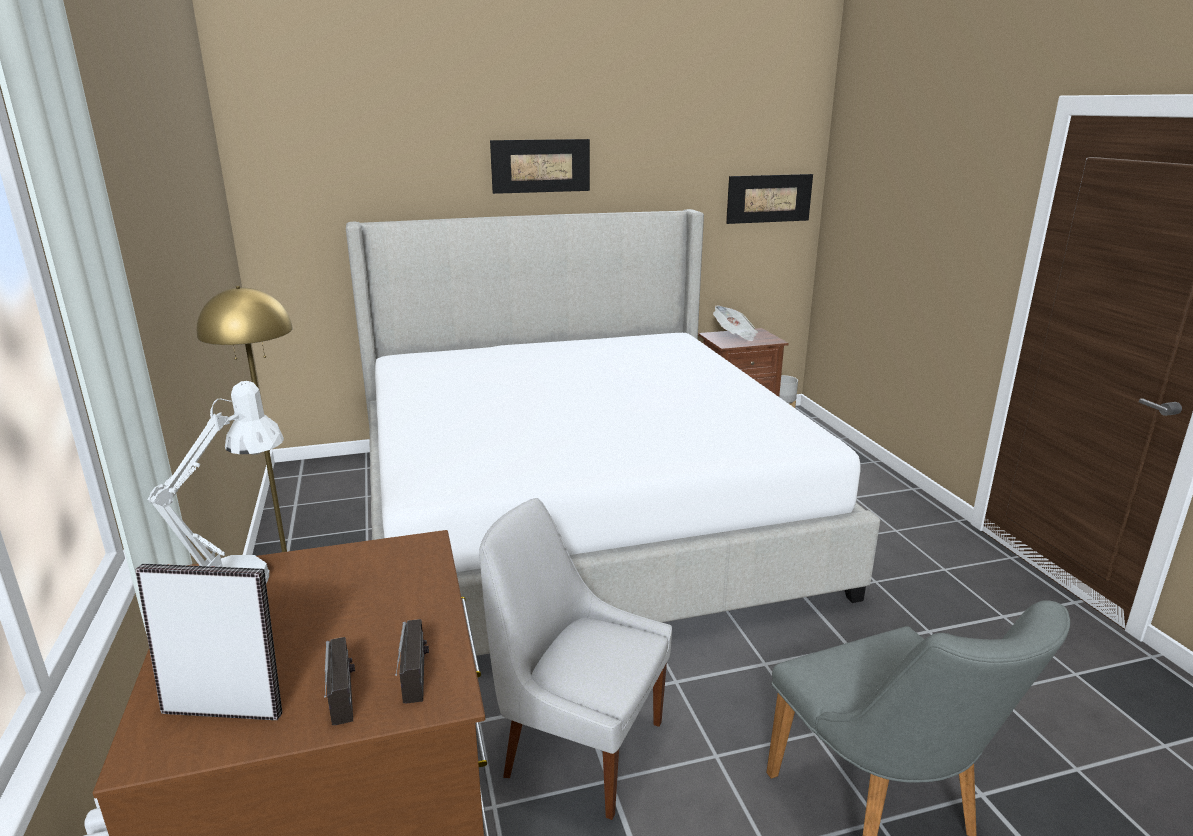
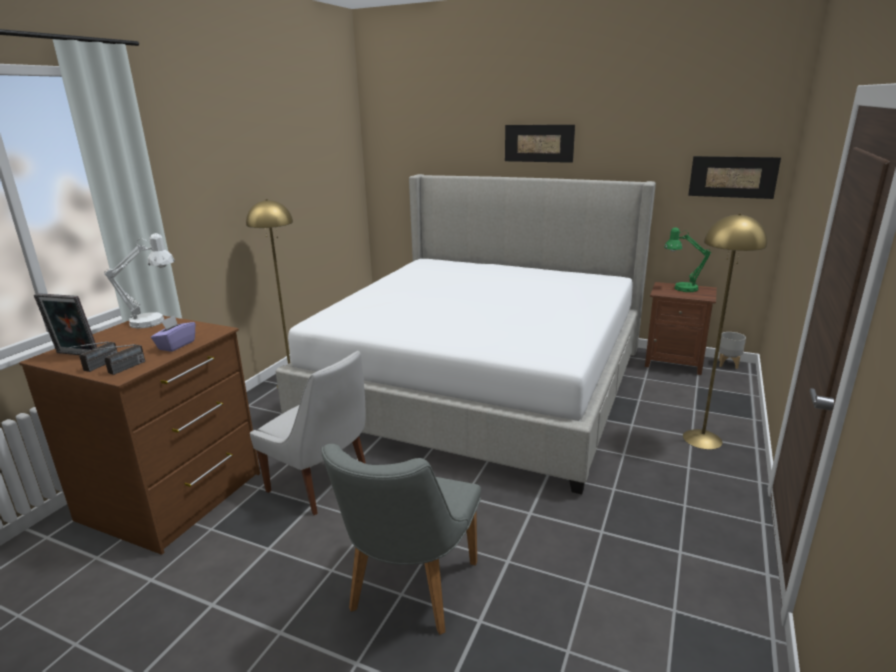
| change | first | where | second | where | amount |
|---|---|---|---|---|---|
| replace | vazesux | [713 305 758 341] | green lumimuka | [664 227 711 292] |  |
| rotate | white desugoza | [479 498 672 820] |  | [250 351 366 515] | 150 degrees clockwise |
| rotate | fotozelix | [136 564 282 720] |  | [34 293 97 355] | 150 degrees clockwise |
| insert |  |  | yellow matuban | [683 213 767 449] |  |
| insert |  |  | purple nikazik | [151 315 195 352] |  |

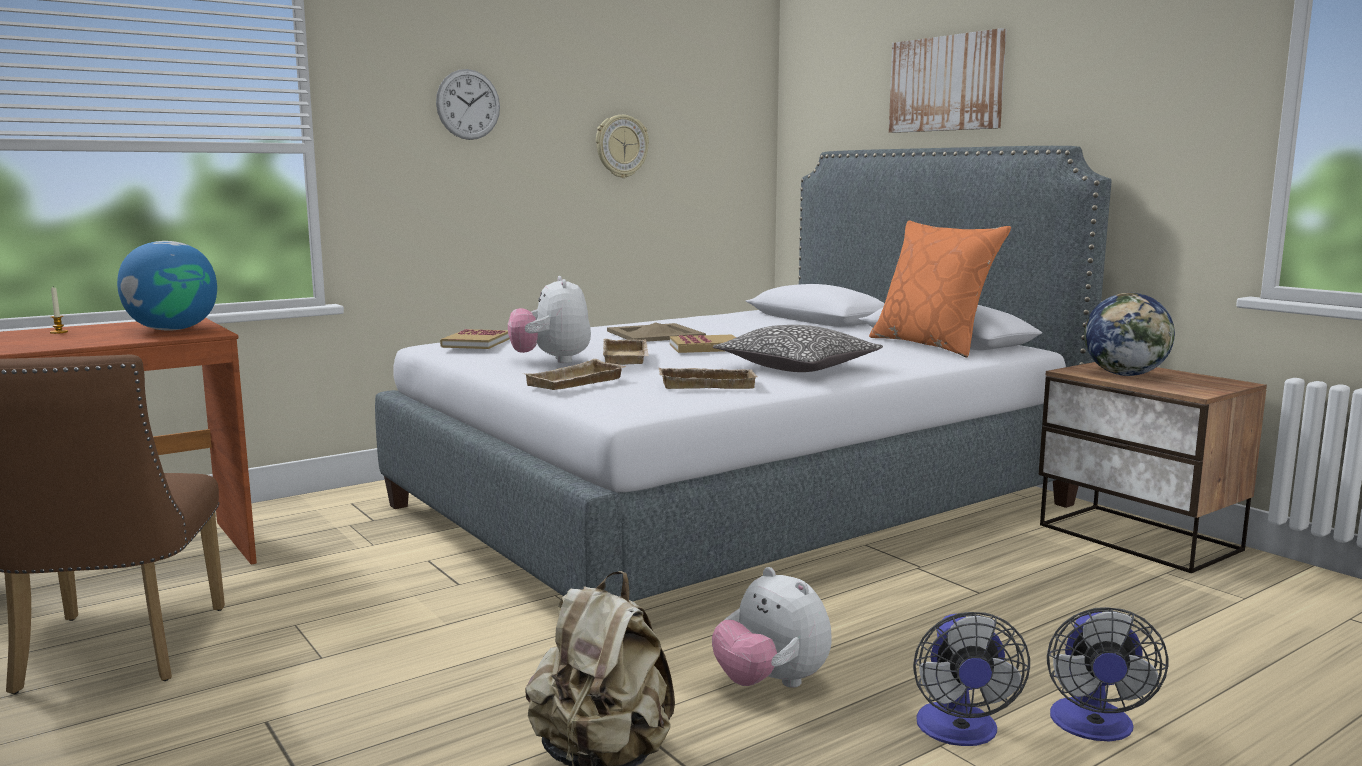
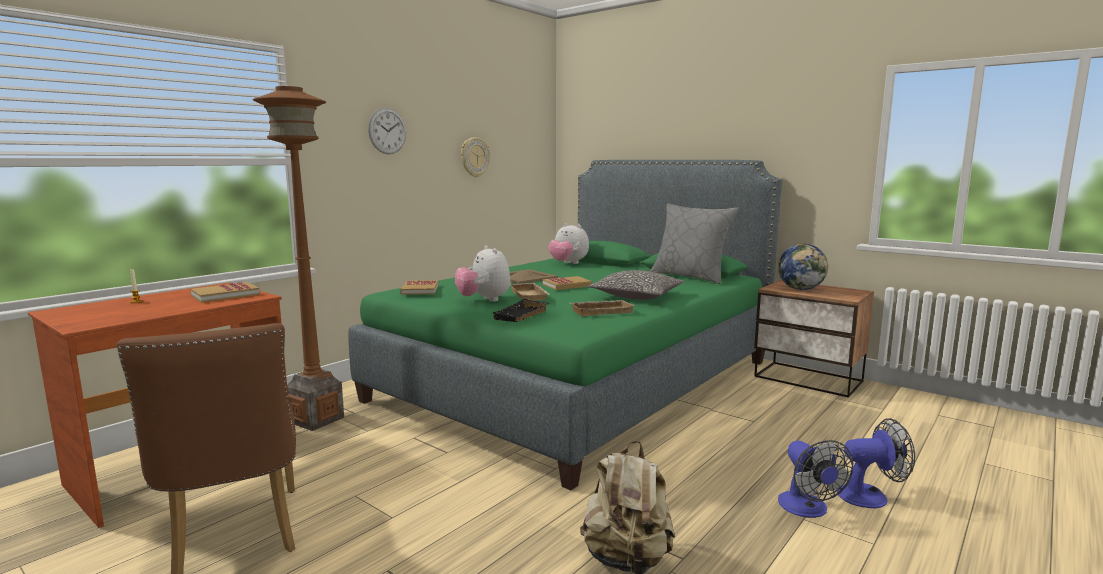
| change | first | where | second | where | amount |
|---|---|---|---|---|---|
| delete | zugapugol | [889 28 1007 133] |  |  |  |
| recolor | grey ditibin | [375 146 1111 601] | green ditibin | [348 160 782 490] |  |
| recolor | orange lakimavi | [869 220 1011 357] | grey lakimavi | [650 203 739 284] |  |
| replace | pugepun | [117 241 217 331] | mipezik | [191 282 260 302] |  |
| recolor | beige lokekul | [525 359 626 390] | black lokekul | [491 299 549 322] |  |
| move | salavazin | [712 567 832 688] |  | [548 223 589 264] |  |
| rotate | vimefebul | [1047 607 1169 741] |  | [837 418 915 508] | 90 degrees counterclockwise |
| insert |  |  | brown matuban | [253 86 344 431] |  |

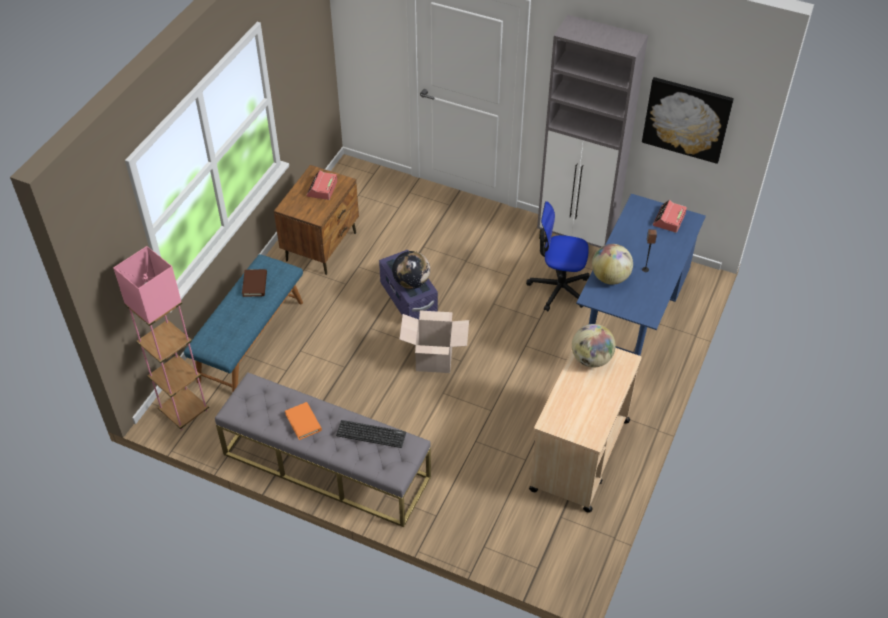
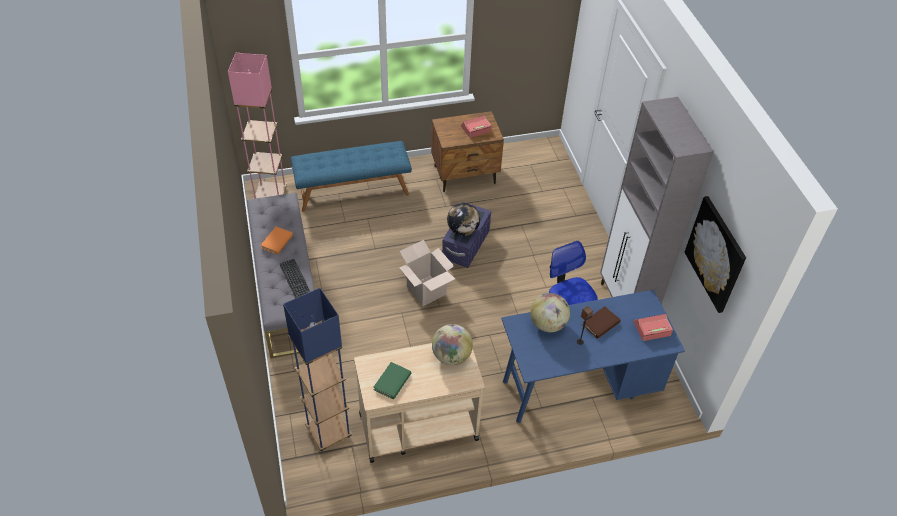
| change | first | where | second | where | amount |
|---|---|---|---|---|---|
| move | brown mipezik | [242 269 267 297] |  | [582 306 621 339] |  |
| insert |  |  | blue matuban | [283 288 352 451] |  |
| insert |  |  | green mipezik | [374 362 411 399] |  |

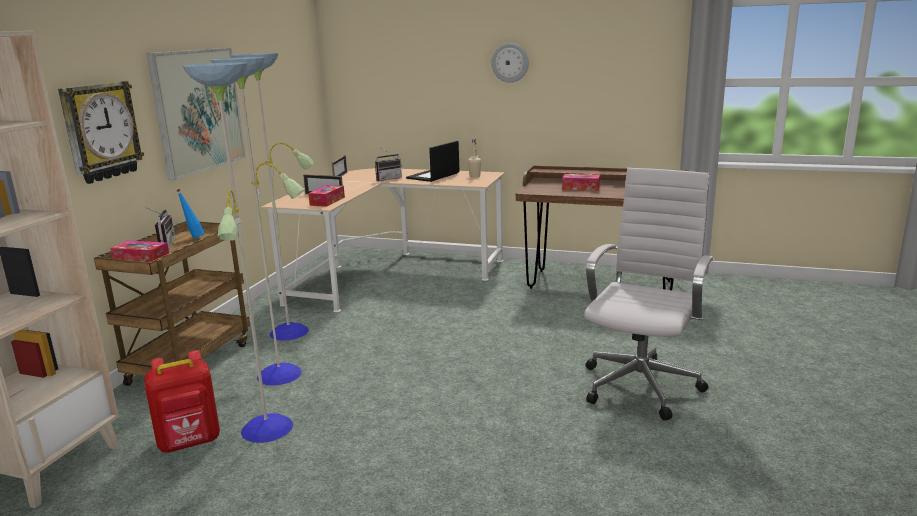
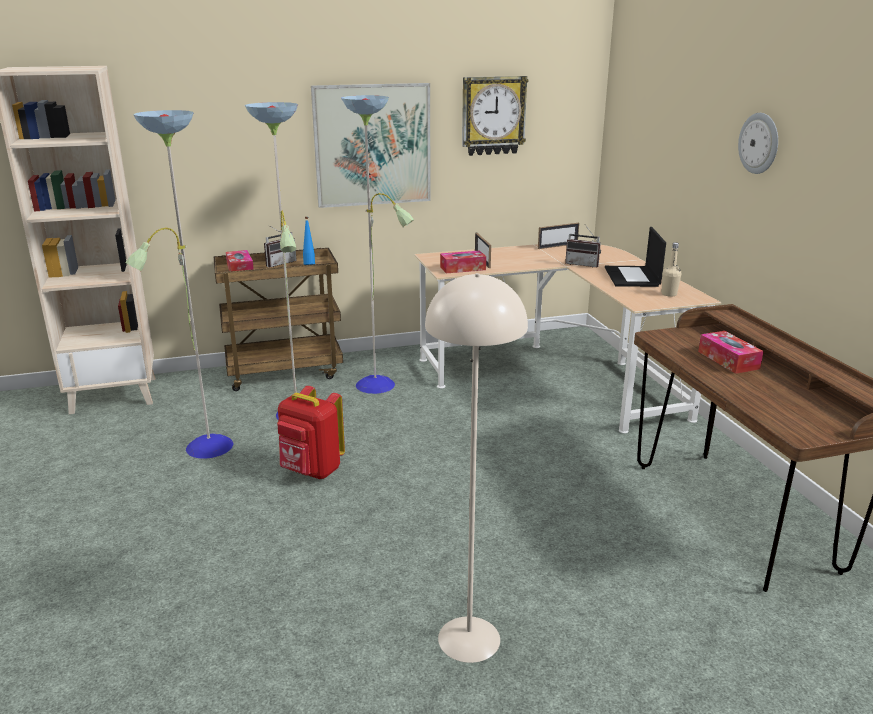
| change | first | where | second | where | amount |
|---|---|---|---|---|---|
| move | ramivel | [58 81 144 184] |  | [462 76 528 156] |  |
| rotate | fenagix | [406 141 459 182] |  | [605 227 666 287] | 90 degrees counterclockwise |
| replace | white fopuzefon | [584 168 714 421] | beige matuban | [425 273 528 663] |  |
| move | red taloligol | [144 350 220 453] |  | [277 386 345 479] |  |

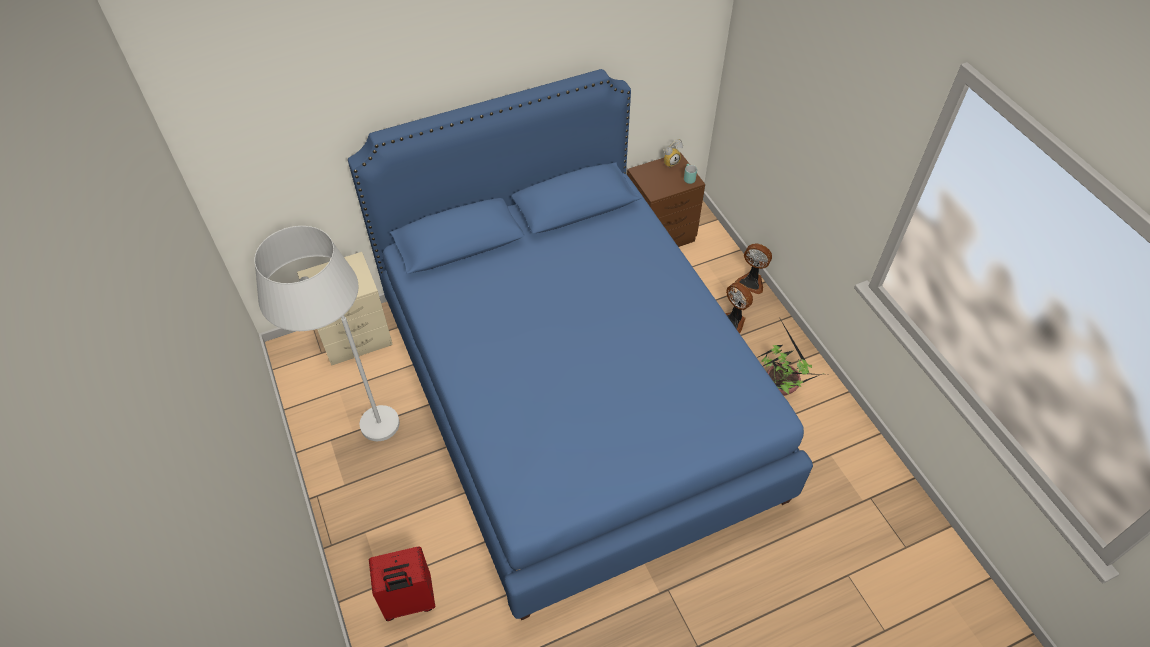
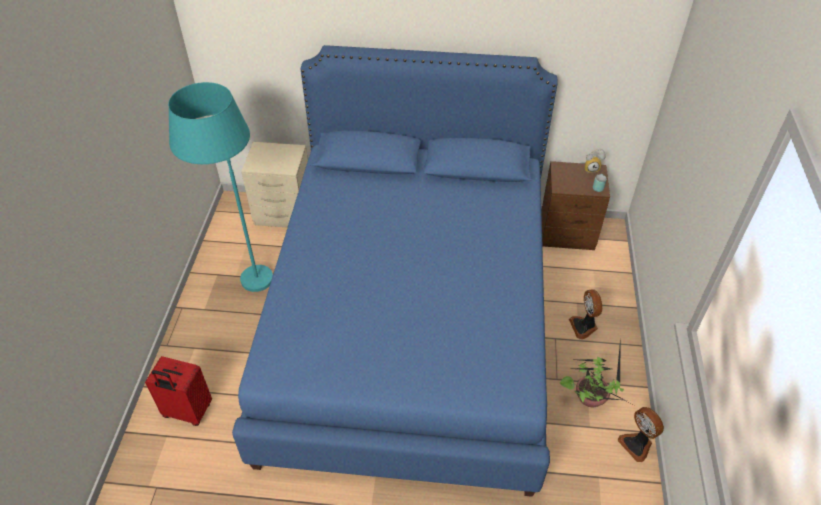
| change | first | where | second | where | amount |
|---|---|---|---|---|---|
| recolor | white matuban | [254 226 400 441] | turquoise matuban | [168 82 273 292] |  |
| move | vimefebul | [735 244 772 295] |  | [618 407 664 462] |  |

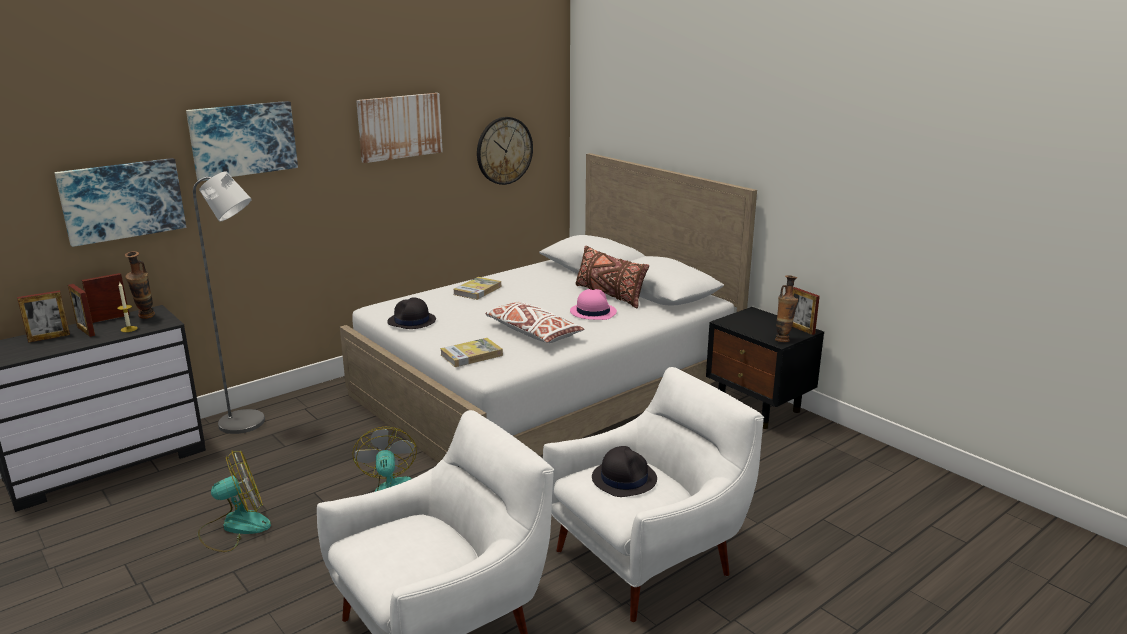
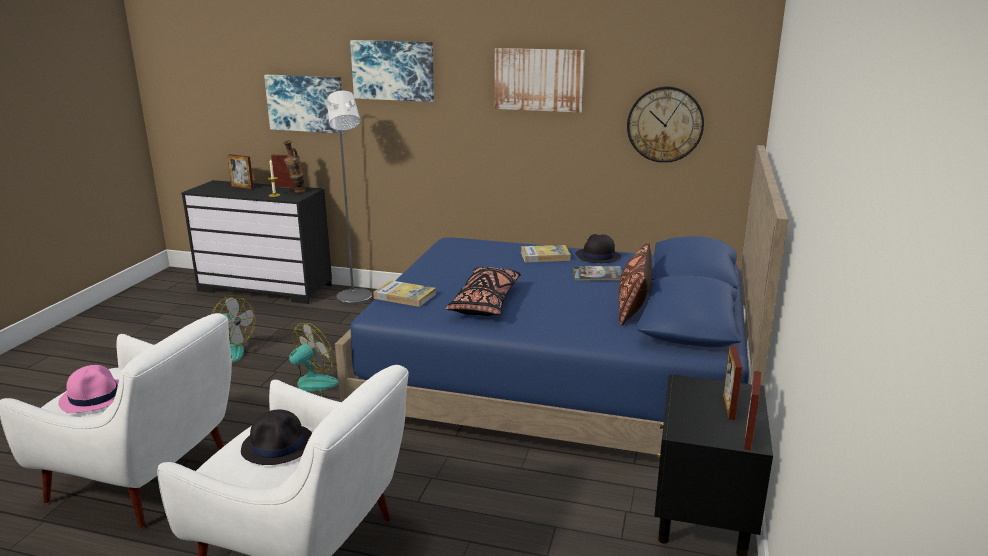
| change | first | where | second | where | amount |
|---|---|---|---|---|---|
| recolor | white ditibin | [340 153 757 463] | blue ditibin | [335 145 788 455] |  |
| delete | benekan | [775 275 798 342] |  |  |  |
| move | fotozelix | [68 284 95 337] |  | [723 346 743 420] |  |
| move | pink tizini | [570 289 617 320] |  | [58 365 119 413] |  |
| move | black tizini | [387 297 436 329] |  | [575 234 621 263] |  |
| recolor | white lakimavi | [485 301 584 343] | black lakimavi | [446 267 521 316] |  |
| insert |  |  | mipezik | [573 266 623 281] |  |

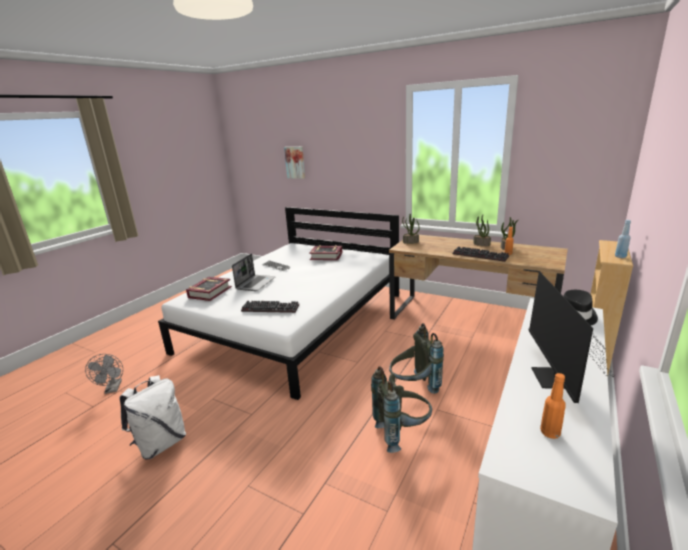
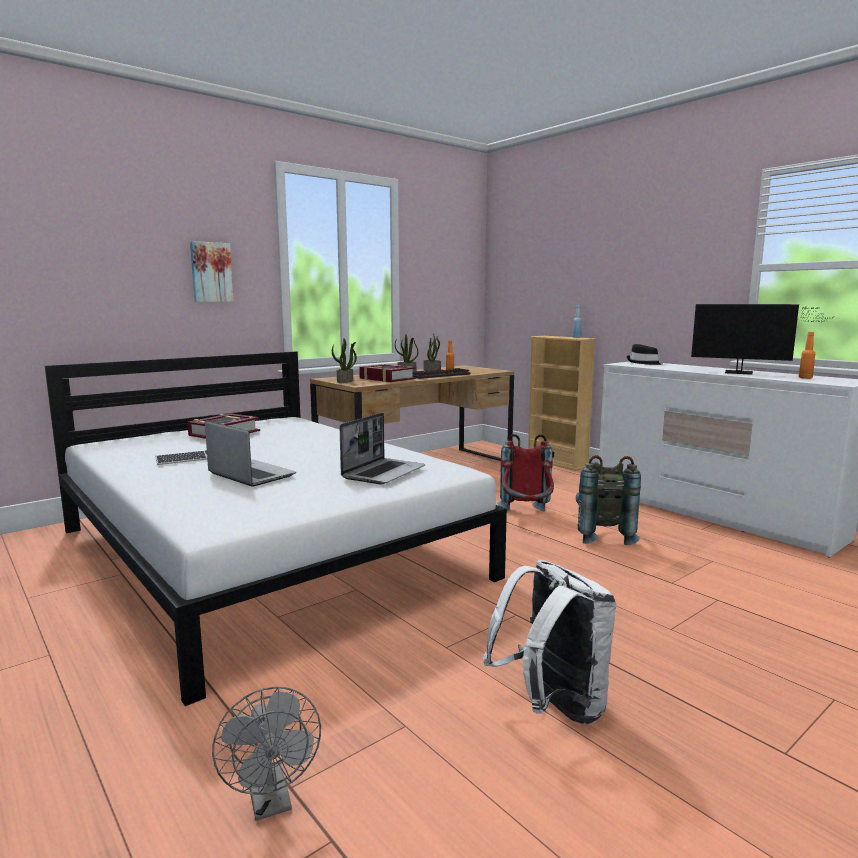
| change | first | where | second | where | amount |
|---|---|---|---|---|---|
| move | zugapugol | [284 147 305 179] |  | [190 241 234 302] |  |
| move | mipezik | [186 277 232 301] |  | [359 364 416 382] |  |
| replace | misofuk | [241 301 299 313] | fenagix | [340 413 425 484] |  |
| recolor | grey taloligol | [389 323 444 394] | red taloligol | [497 434 554 512] |  |
| rotate | grey vimefebul | [85 354 123 394] |  | [212 687 321 821] | 60 degrees clockwise |

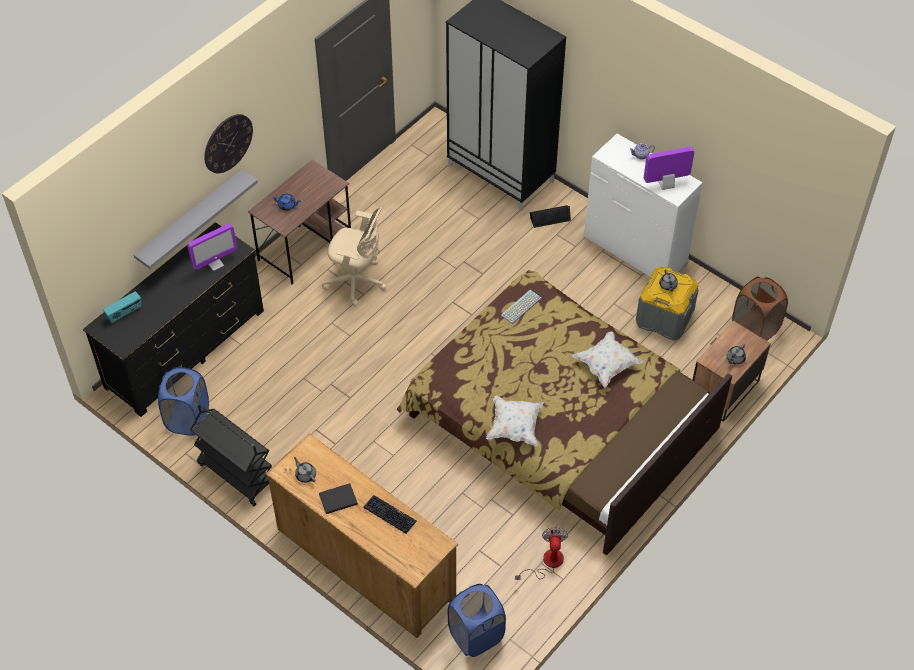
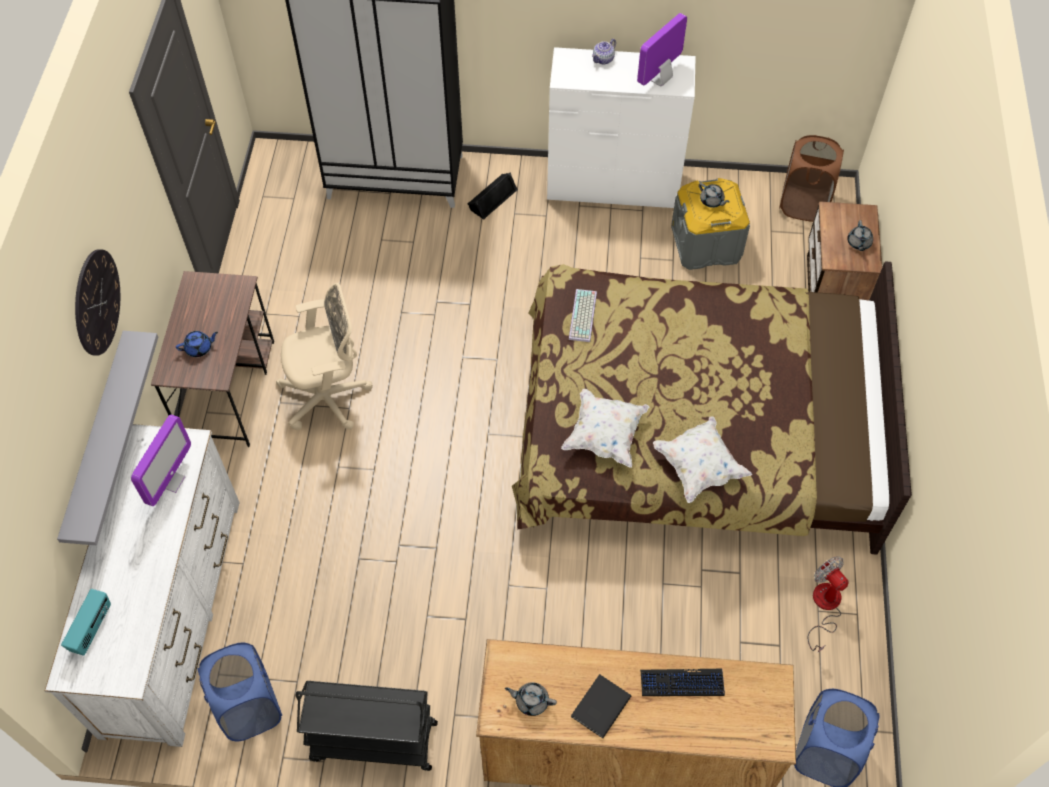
| change | first | where | second | where | amount |
|---|---|---|---|---|---|
| recolor | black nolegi | [83 222 264 417] | white nolegi | [45 424 240 747] |  |
| move | white lakimavi | [572 331 643 387] |  | [561 389 649 468] |  |

